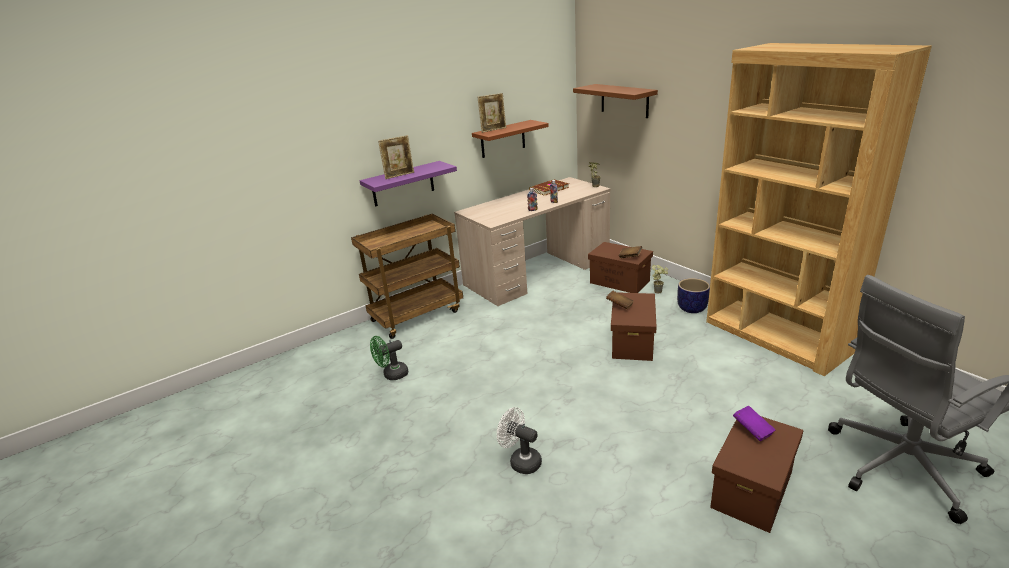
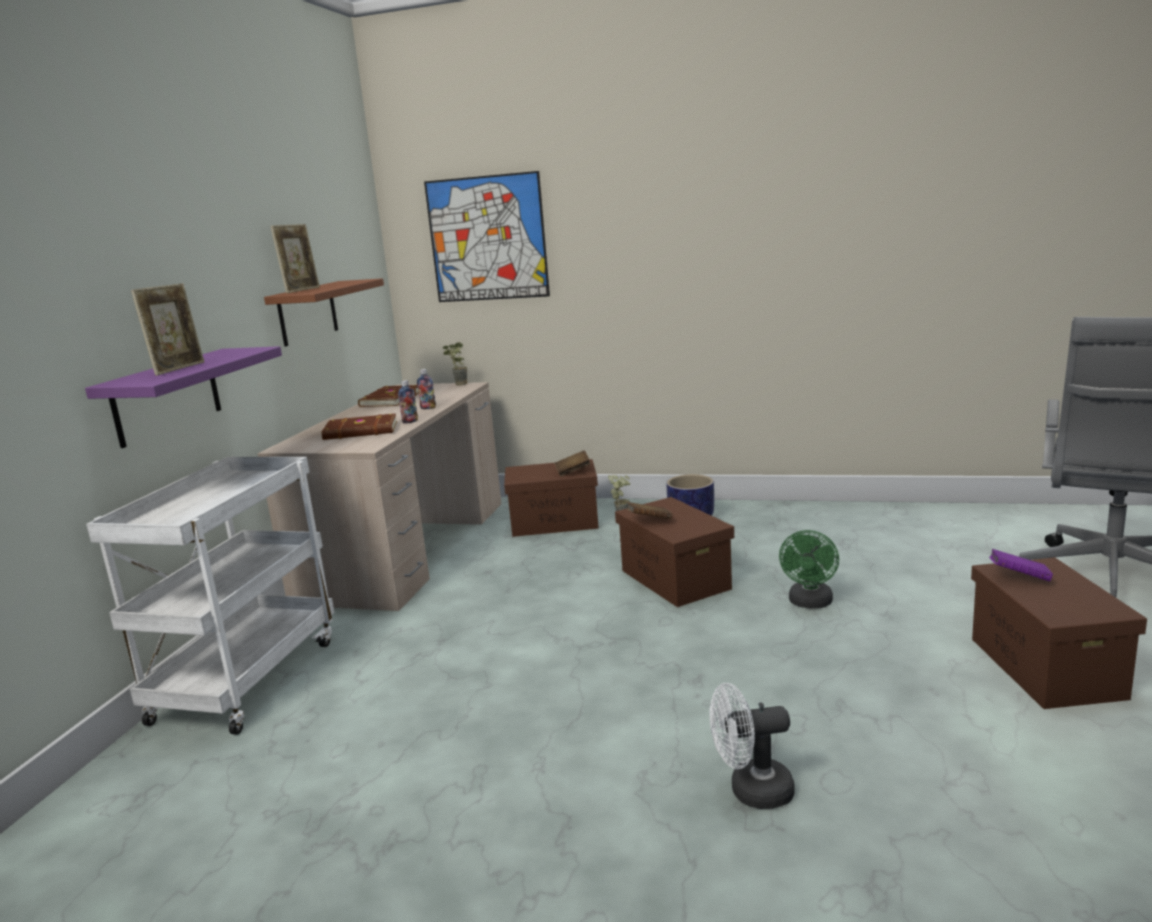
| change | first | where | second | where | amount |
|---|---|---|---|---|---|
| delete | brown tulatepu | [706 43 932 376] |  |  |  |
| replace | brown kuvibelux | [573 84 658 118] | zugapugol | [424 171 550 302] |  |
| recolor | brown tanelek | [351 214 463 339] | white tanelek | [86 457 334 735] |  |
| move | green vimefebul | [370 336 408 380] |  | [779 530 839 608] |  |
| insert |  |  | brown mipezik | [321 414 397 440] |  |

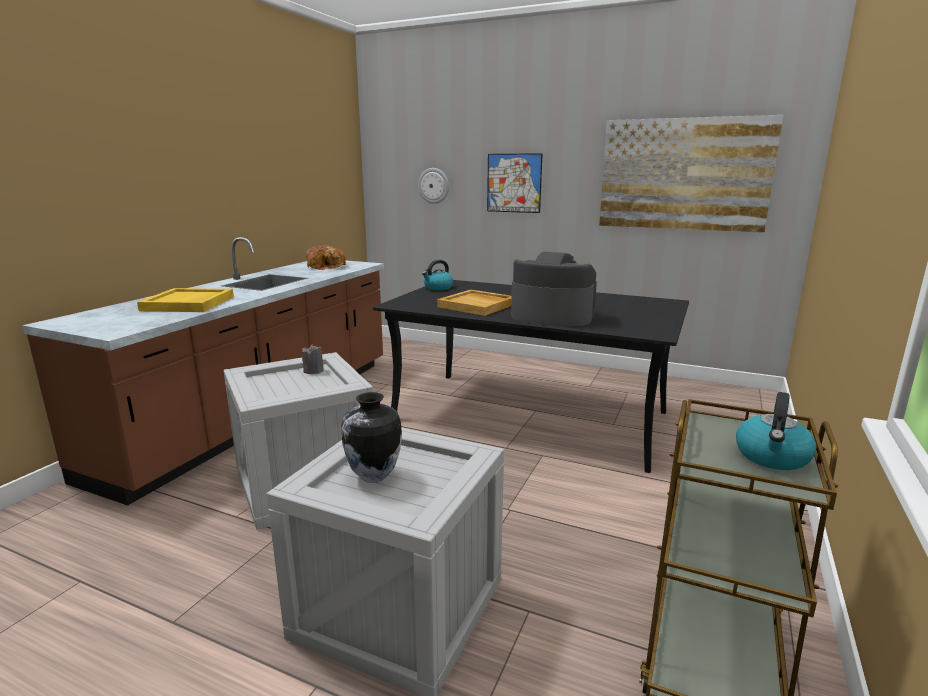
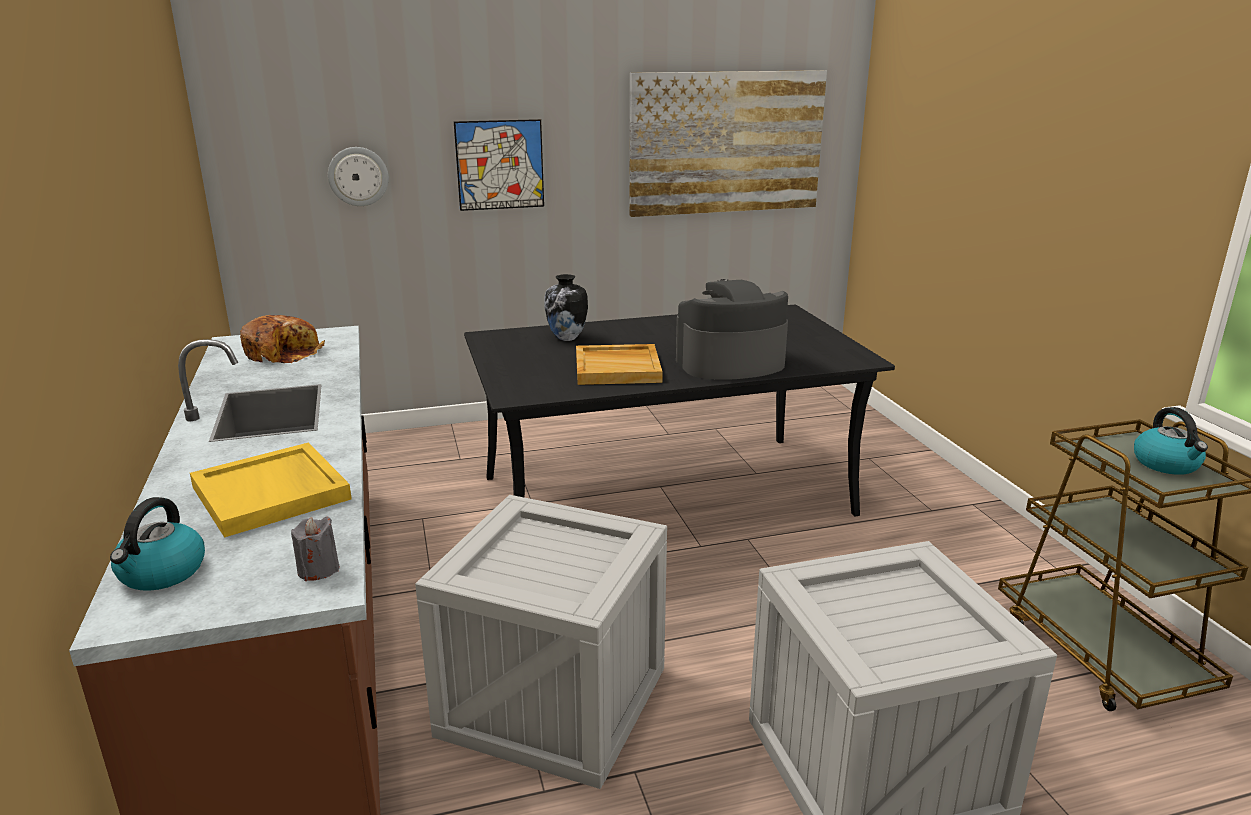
| change | first | where | second | where | amount |
|---|---|---|---|---|---|
| move | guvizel | [422 260 453 290] |  | [110 497 205 591] |  |
| move | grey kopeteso | [302 344 324 374] |  | [291 516 339 581] |  |
| move | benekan | [341 392 402 483] |  | [545 274 588 341] |  |

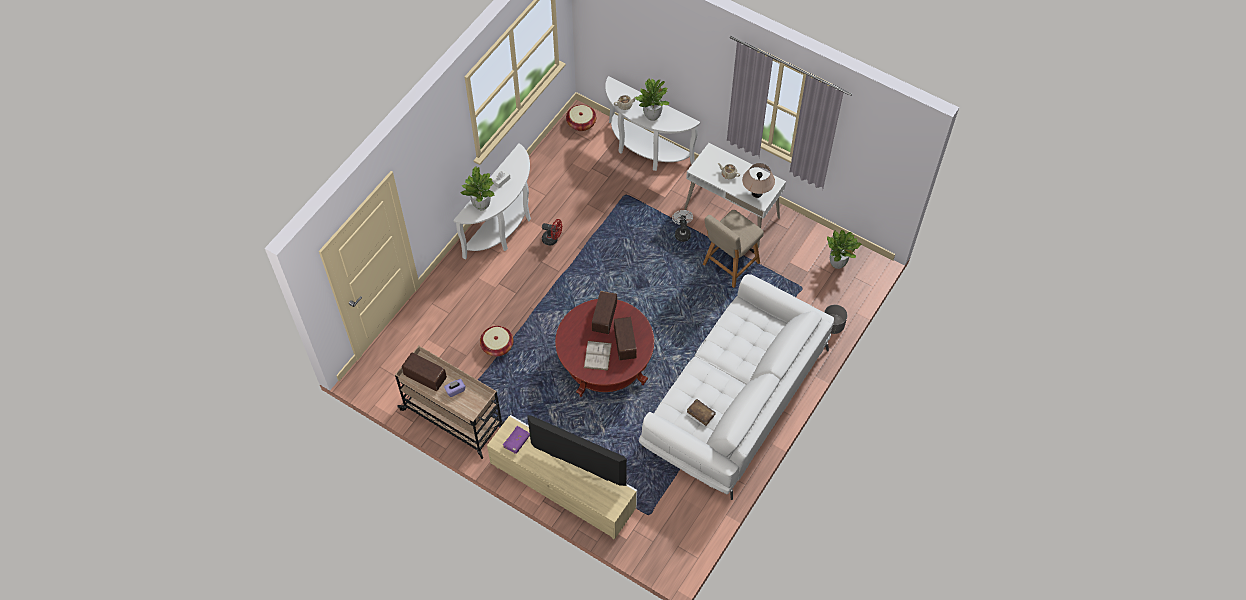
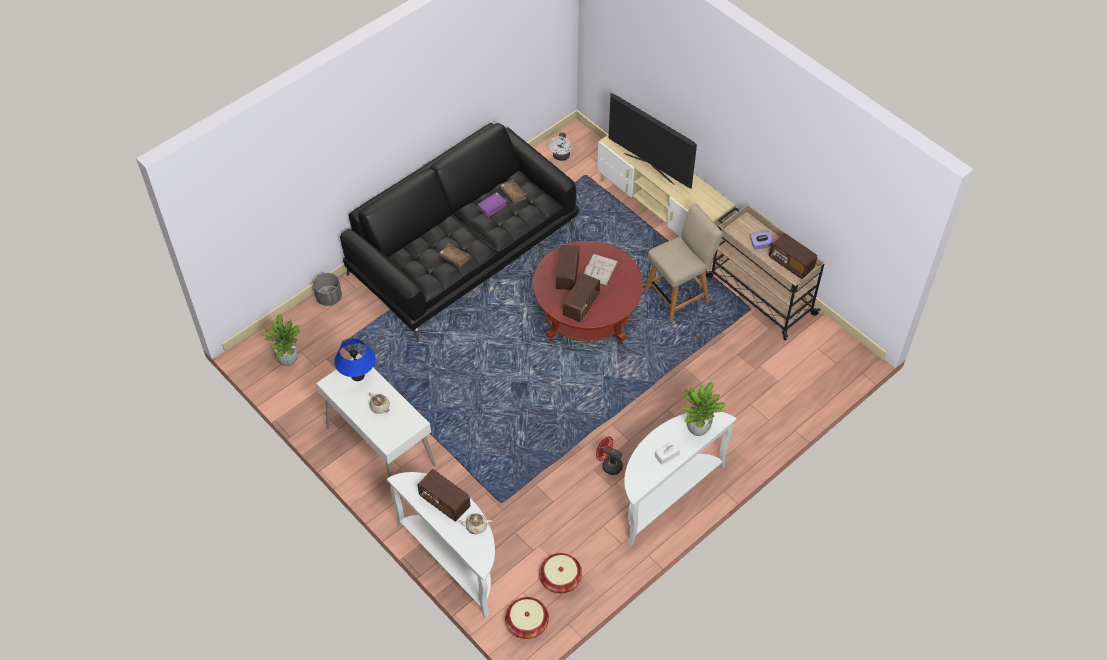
| change | first | where | second | where | amount |
|---|---|---|---|---|---|
| replace | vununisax | [635 78 669 121] | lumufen | [417 469 470 522] |  |
| recolor | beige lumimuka | [742 163 775 198] | blue lumimuka | [334 339 376 381] |  |
| move | white vimefebul | [672 210 693 242] |  | [549 132 571 161] |  |
| move | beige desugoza | [703 210 764 288] |  | [644 203 723 322] |  |
| recolor | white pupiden | [639 274 834 500] | black pupiden | [340 123 579 343] |  |
| move | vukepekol | [480 326 513 356] |  | [539 553 582 593] |  |
| move | purple mipezik | [503 426 530 454] |  | [477 192 507 218] |  |
| insert |  |  | brown mipezik | [439 243 470 268] |  |

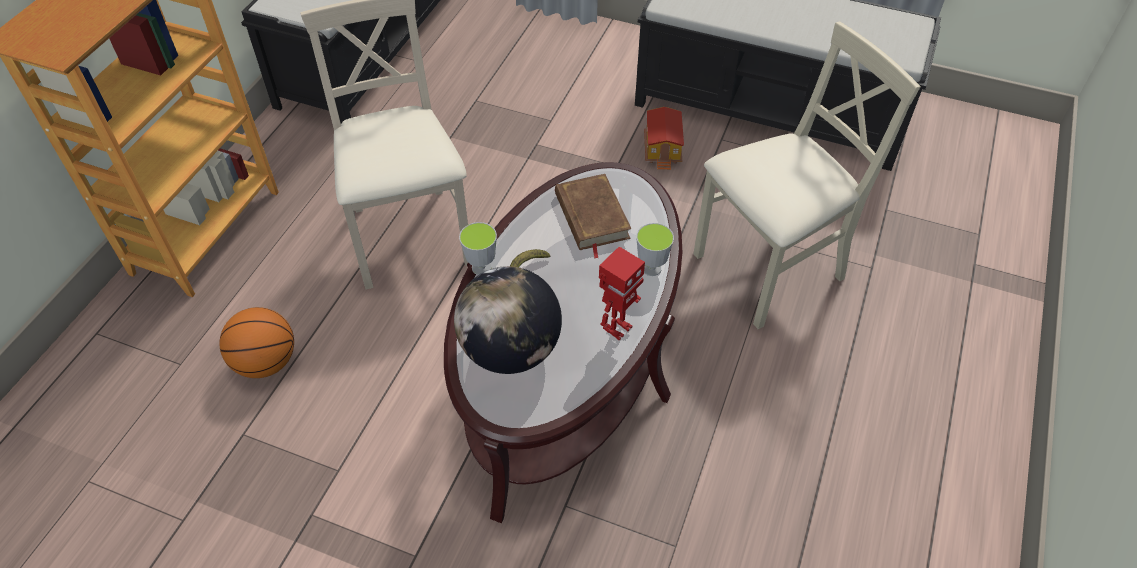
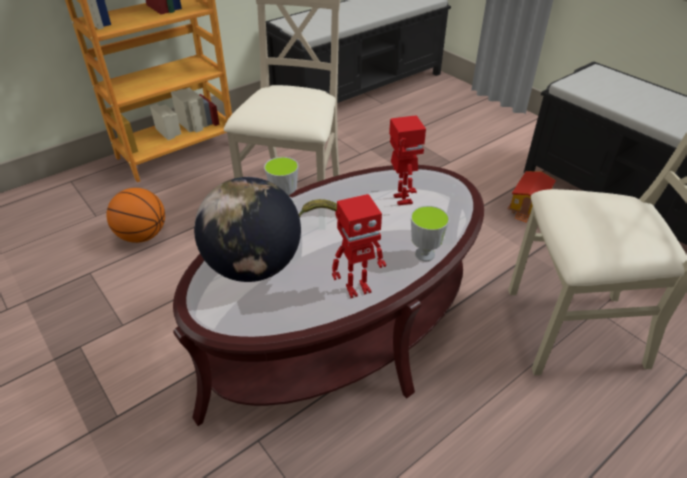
| change | first | where | second | where | amount |
|---|---|---|---|---|---|
| replace | brown mipezik | [555 174 631 259] | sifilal | [389 115 426 205] |  |

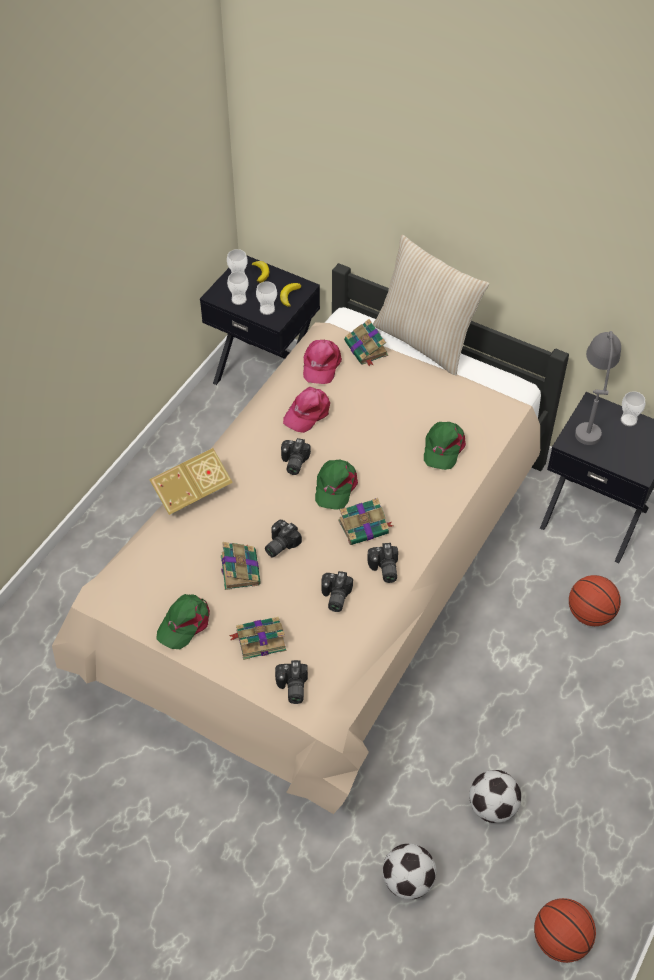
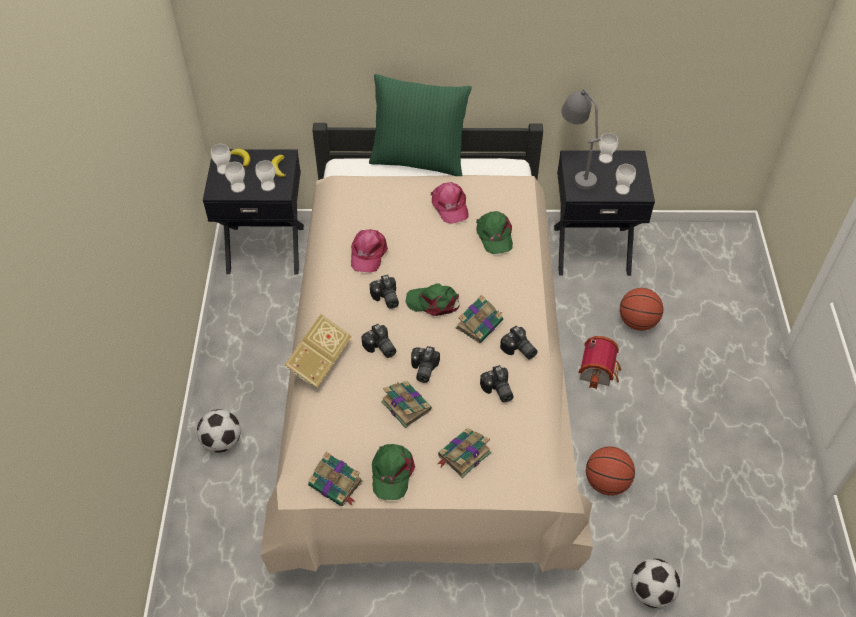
| change | first | where | second | where | amount |
|---|---|---|---|---|---|
| recolor | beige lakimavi | [373 235 489 375] | green lakimavi | [369 74 472 176] |  |
| move | mipezik | [344 319 388 367] |  | [308 452 363 506] |  |
| move | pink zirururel | [303 340 342 384] |  | [430 182 469 224] |  |
| rotate | green zirururel | [315 460 358 510] |  | [406 283 460 316] | 120 degrees clockwise |
| move | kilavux | [275 660 308 704] |  | [361 324 396 358] |  |
| move | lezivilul | [469 770 521 823] |  | [197 409 241 453] |  |
| move | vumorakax | [534 898 596 963] |  | [586 446 635 495] |  |
| insert |  |  | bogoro | [615 164 636 195] |  |
| insert |  |  | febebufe | [578 336 621 389] |  |

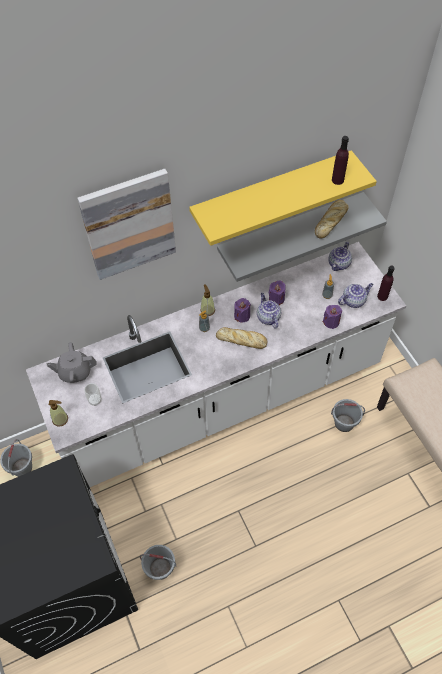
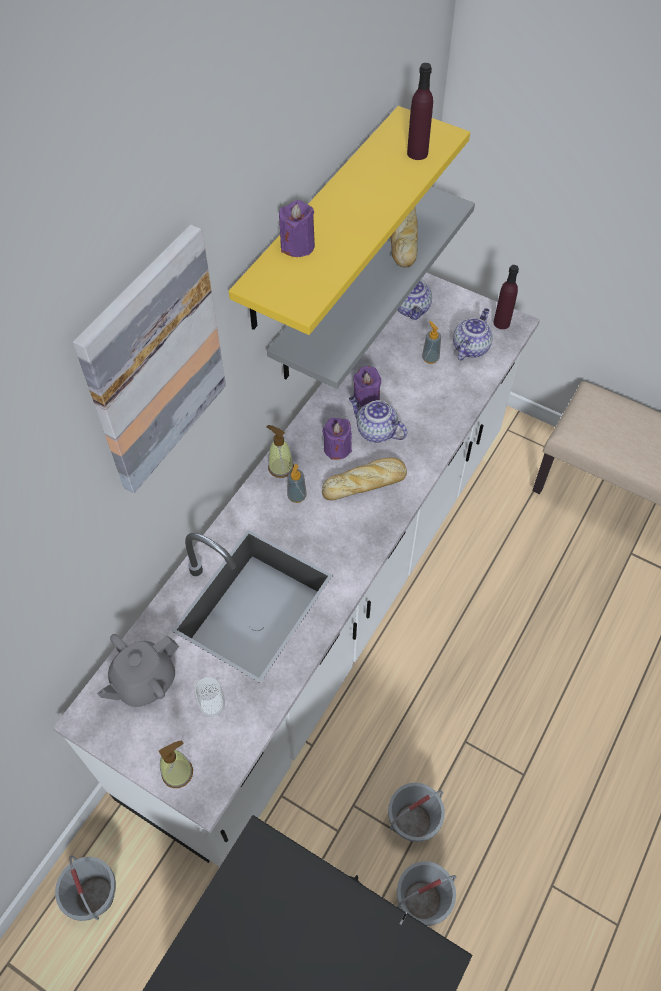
| change | first | where | second | where | amount |
|---|---|---|---|---|---|
| move | purple kopeteso | [323 305 342 329] |  | [279 200 315 257] |  |
| move | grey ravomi | [331 399 365 432] |  | [388 782 445 842] |  |

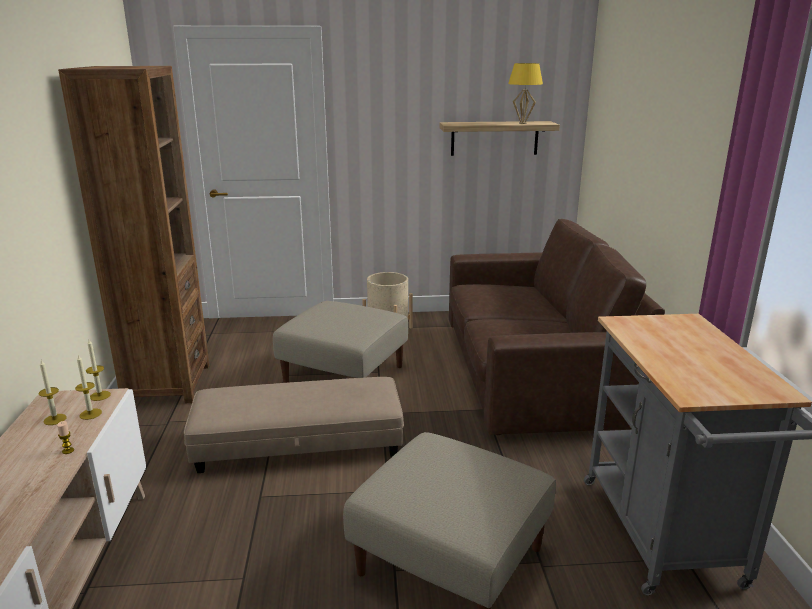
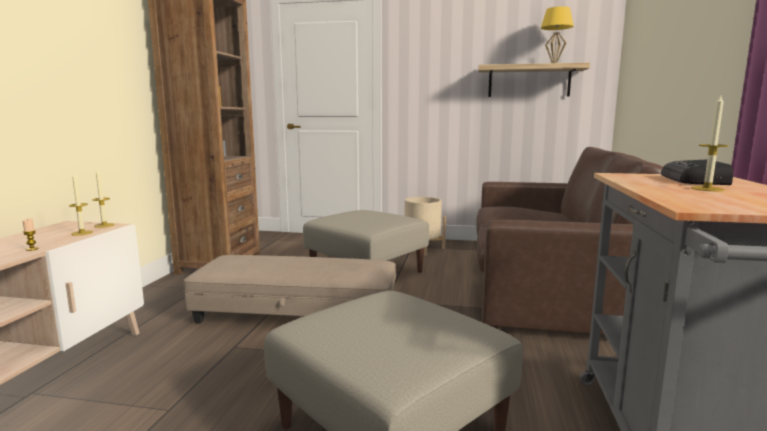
| change | first | where | second | where | amount |
|---|---|---|---|---|---|
| move | kopeteso | [39 360 67 425] |  | [691 95 729 191] |  |
| insert |  |  | lumufen | [661 160 733 185] |  |

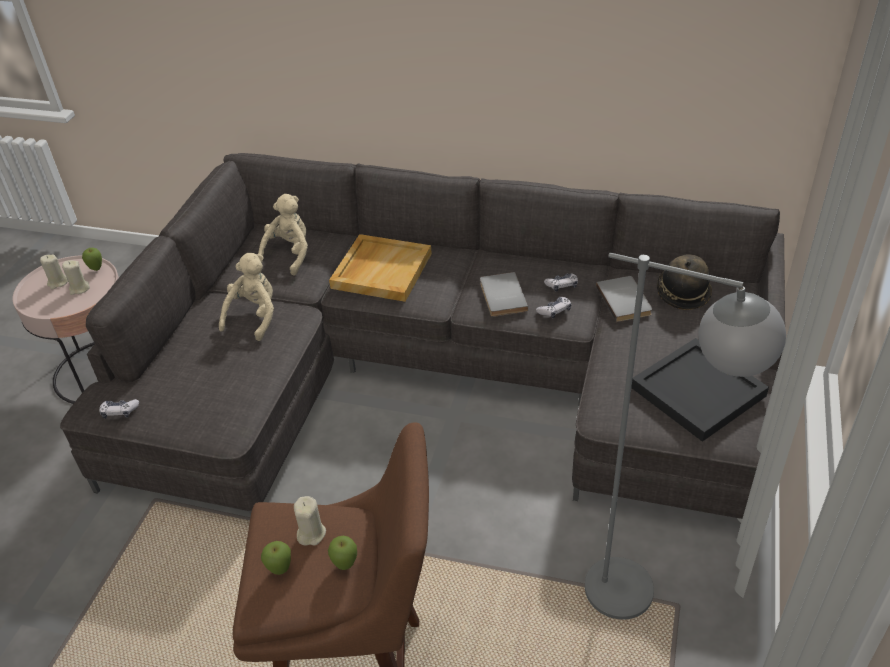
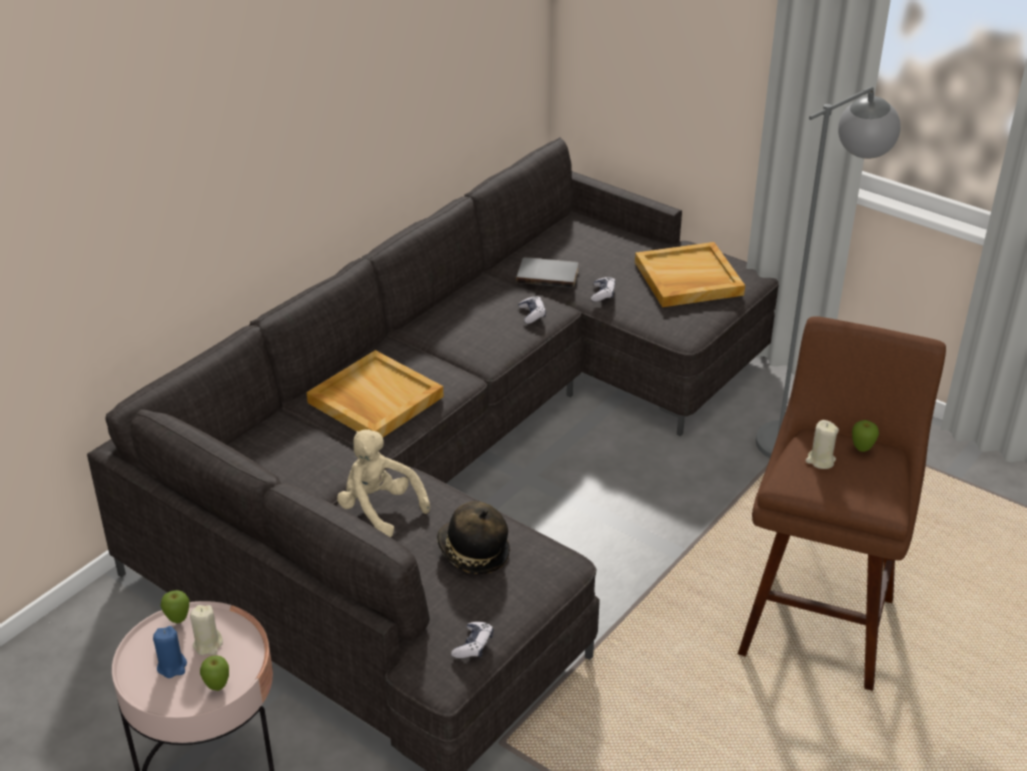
| change | first | where | second | where | amount |
|---|---|---|---|---|---|
| delete | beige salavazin | [258 194 308 276] |  |  |  |
| recolor | beige kopeteso | [40 255 68 289] | blue kopeteso | [153 626 187 678] |  |
| move | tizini | [657 255 712 310] |  | [437 501 510 574] |  |
| delete | grey mipezik | [480 272 528 317] |  |  |  |
| move | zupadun | [544 274 578 292] |  | [591 277 615 302] |  |
| recolor | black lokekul | [631 338 769 442] | beige lokekul | [635 242 745 307] |  |
| move | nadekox | [261 541 291 575] |  | [200 655 229 691] |  |

